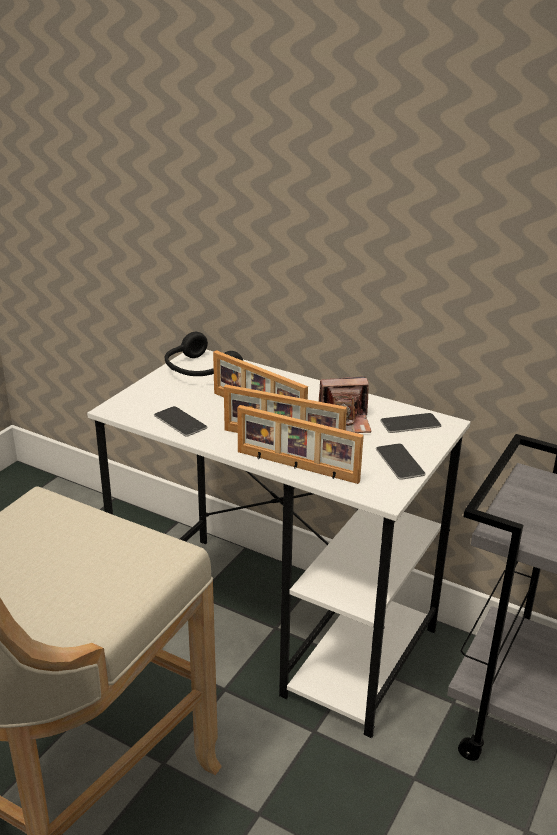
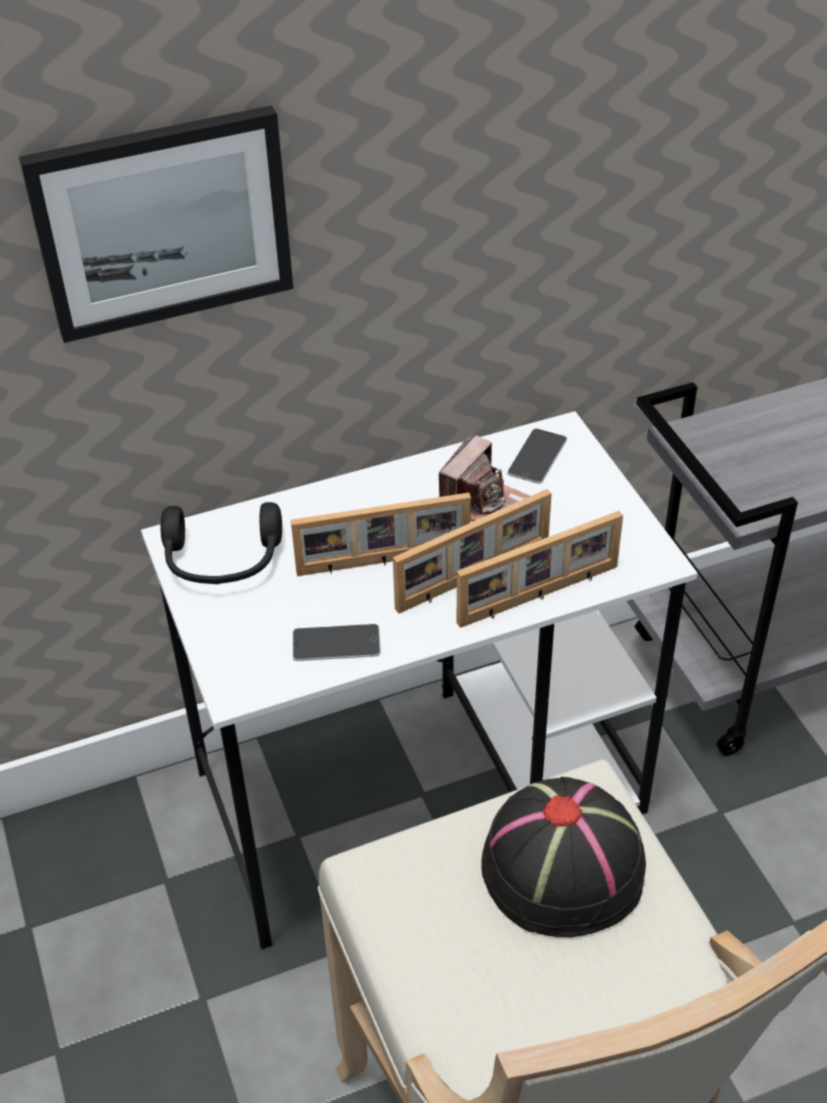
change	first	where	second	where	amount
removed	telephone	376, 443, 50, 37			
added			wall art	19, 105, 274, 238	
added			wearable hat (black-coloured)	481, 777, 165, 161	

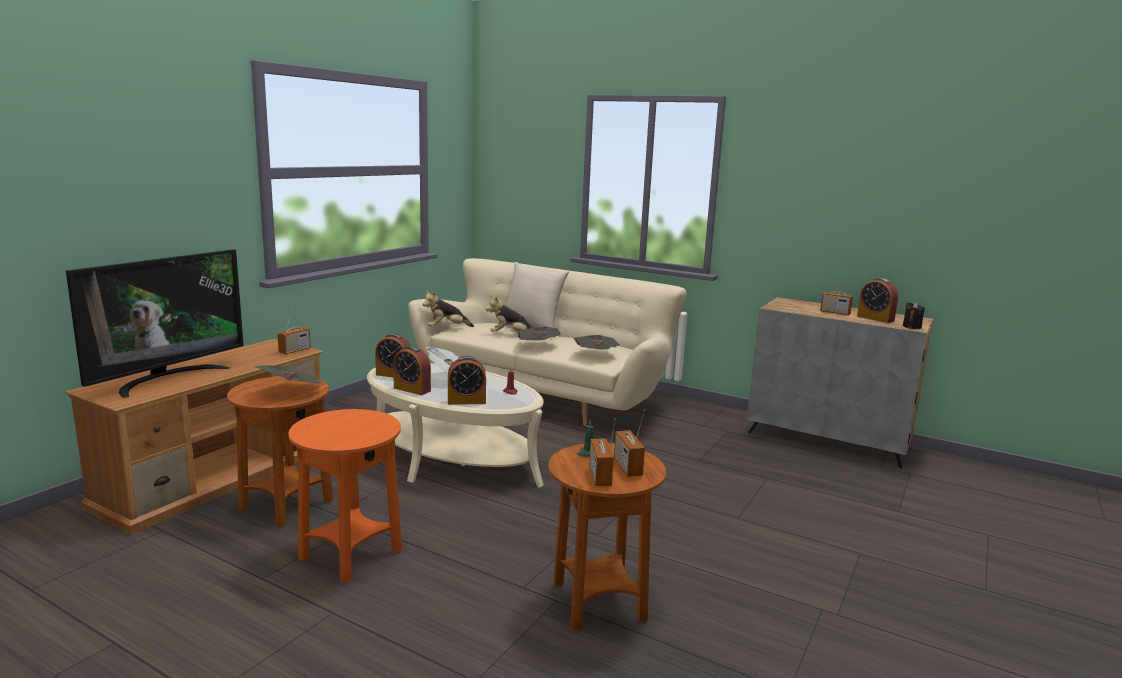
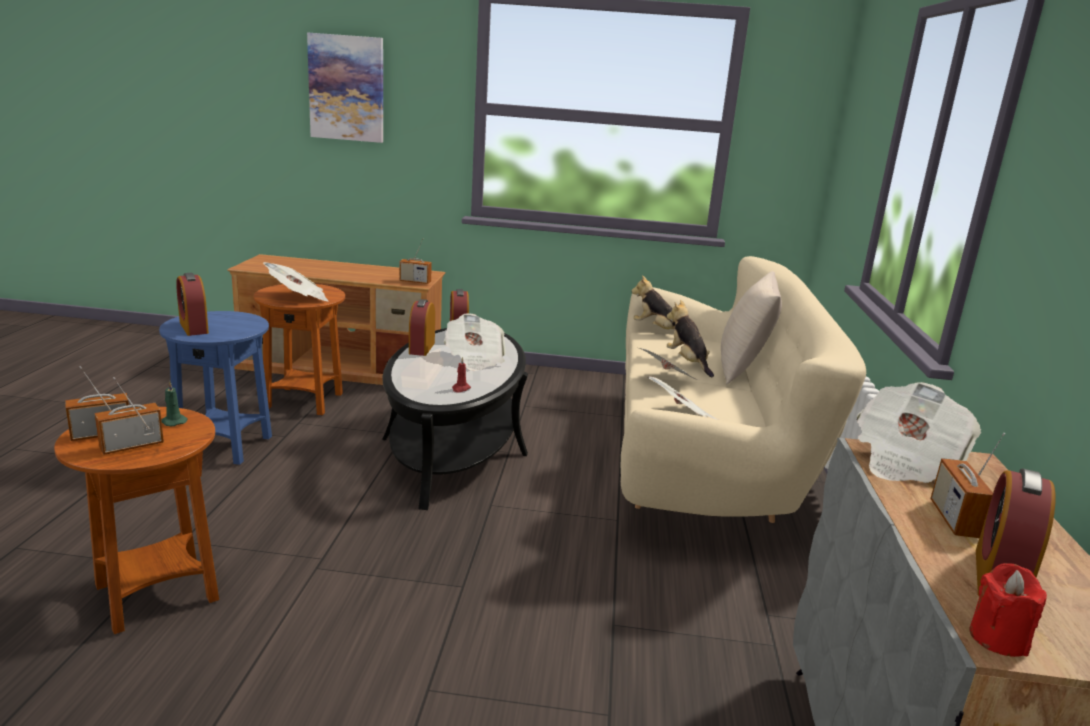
change	first	where	second	where	amount
removed	TV set	66, 249, 178, 149			
recoloured	candle (black-coloured)	903, 302, 22, 27	candle (red)	969, 563, 78, 94	
moved	alarm clock	448, 356, 38, 49		176, 273, 33, 63	
recoloured	low table (sand-coloured)	367, 363, 177, 125	low table (black-coloured)	382, 328, 146, 182	
recoloured	accent table (orange)	288, 409, 114, 174	accent table (blue-coloured)	159, 311, 113, 154	
added			wall art	307, 32, 76, 111	
added			printed paper	856, 382, 125, 101	

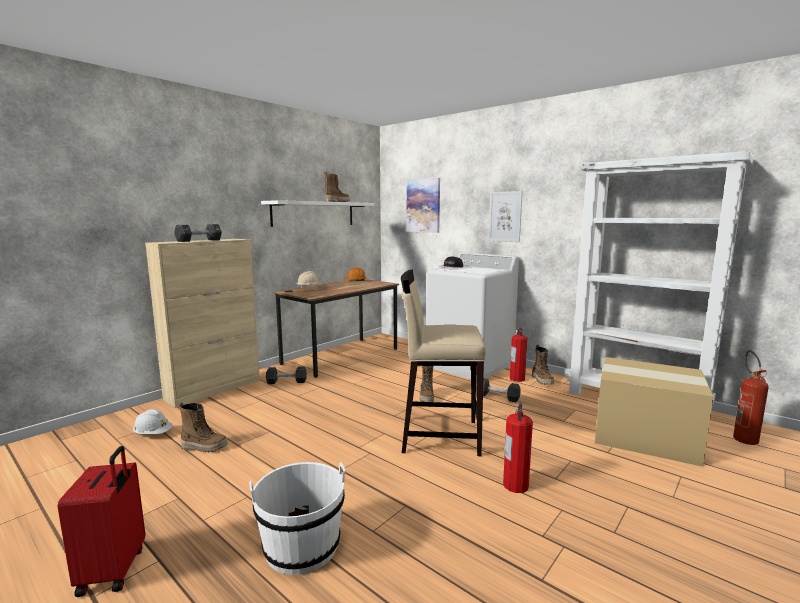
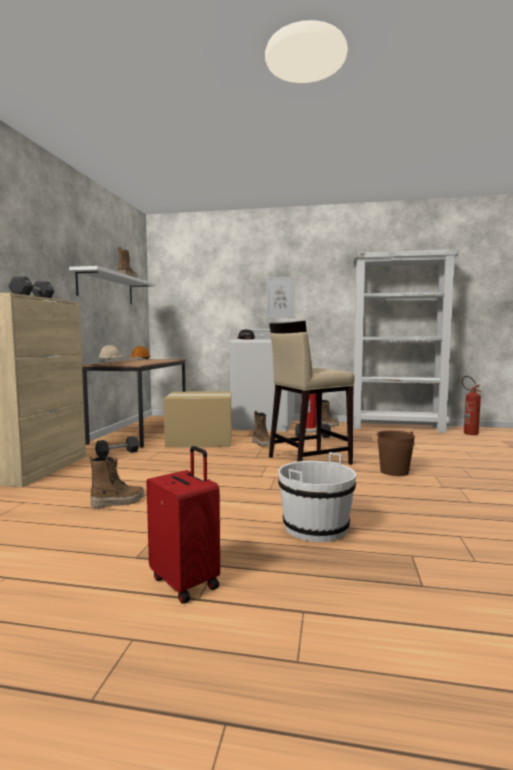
change	first	where	second	where	amount
removed	wall art	407, 178, 33, 55			
moved	carton	595, 357, 118, 110		164, 391, 68, 57	
replaced	fire extinguisher	503, 402, 30, 91	bucket (brownish)	376, 431, 39, 45	
removed	work helmet (white)	133, 409, 40, 25			

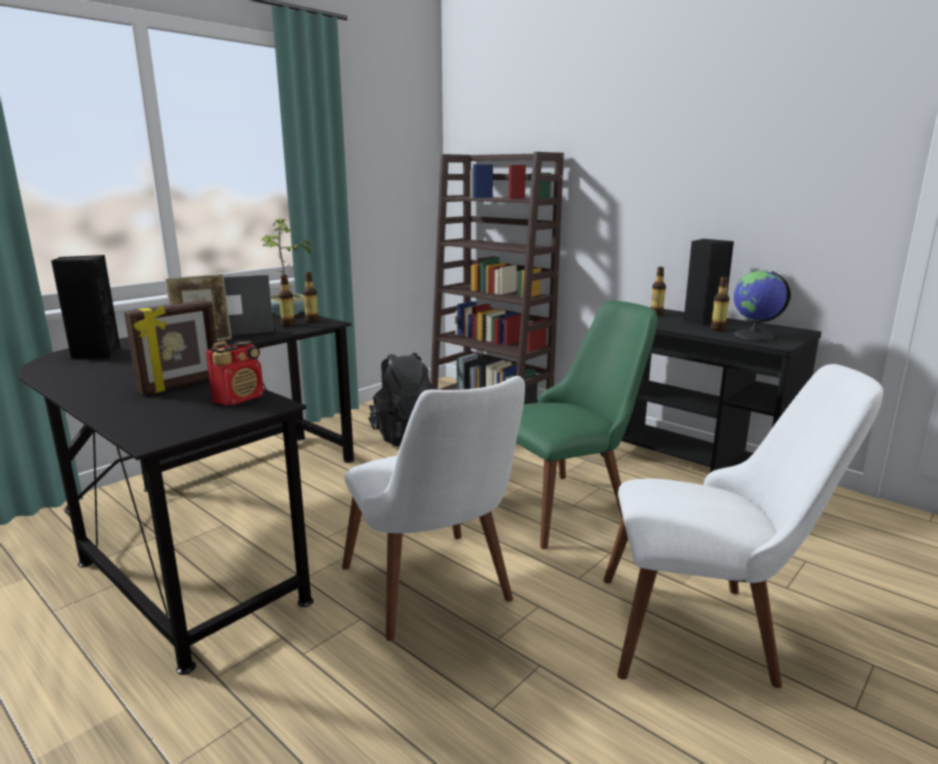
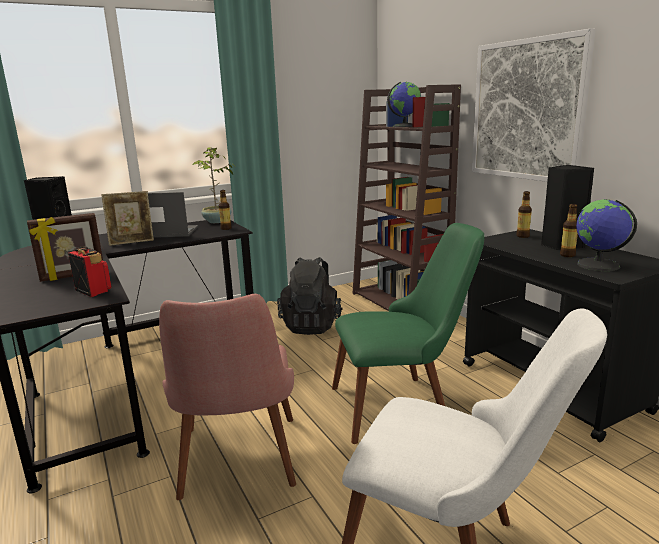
change	first	where	second	where	amount
removed	beverage bottle	279, 275, 17, 52			
turned	radio receiver	206, 340, 58, 66		68, 246, 43, 51	105 degrees counterclockwise
recoloured	upright chair (white)	342, 376, 183, 265	upright chair (pinkish)	159, 294, 137, 206	
added			wall art	472, 28, 124, 154	
added			world globe	387, 82, 34, 45	

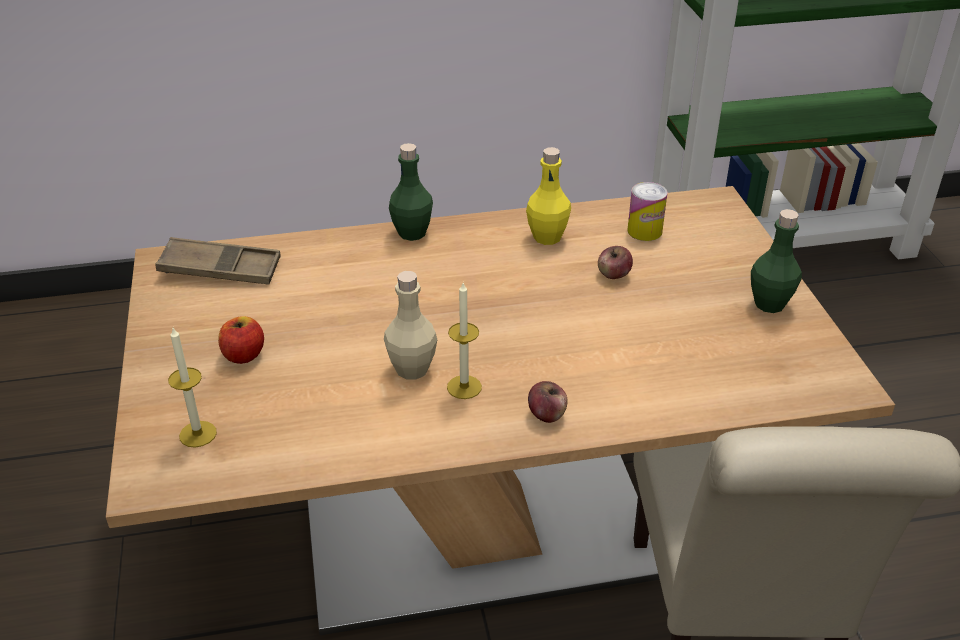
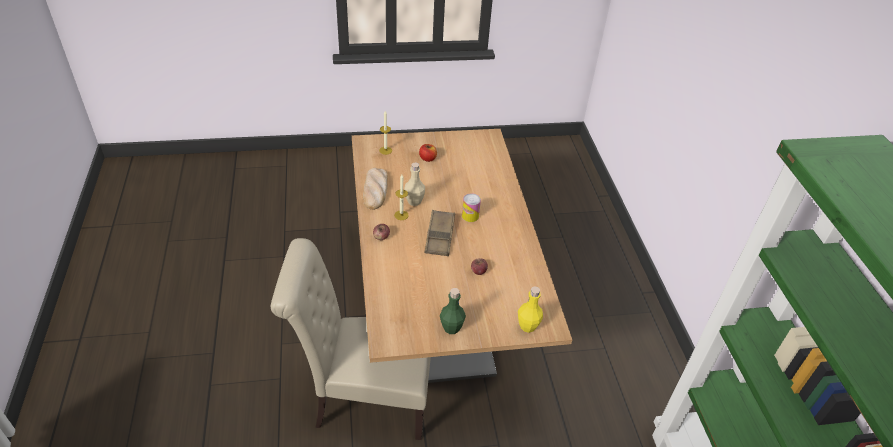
change	first	where	second	where	amount
removed	beverage bottle (green-coloured)	389, 143, 44, 98			
moved	beverage bottle (yellow-coloured)	526, 147, 45, 98		518, 286, 25, 47	
moved	sealed can	627, 182, 40, 59		462, 193, 19, 29	
moved	tray (brownish)	155, 237, 126, 48		424, 210, 31, 46	
added			bakery bread	363, 168, 25, 42	

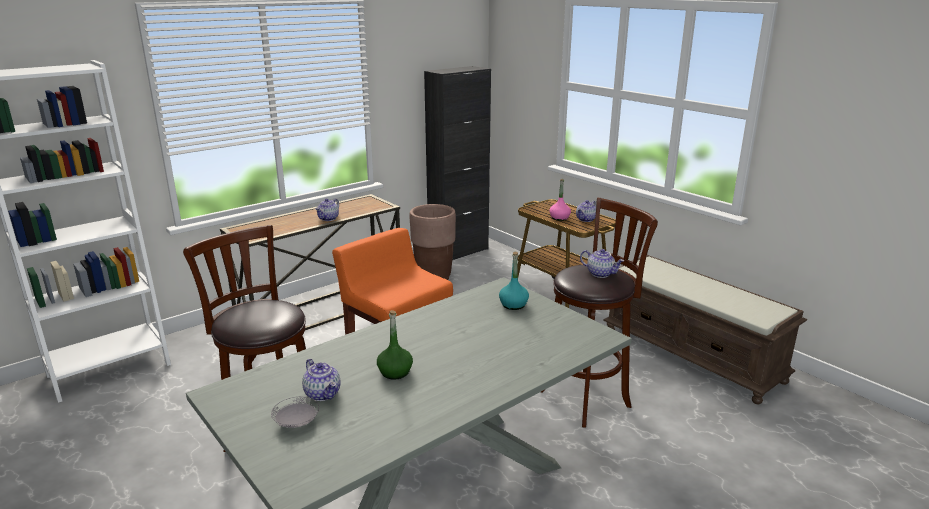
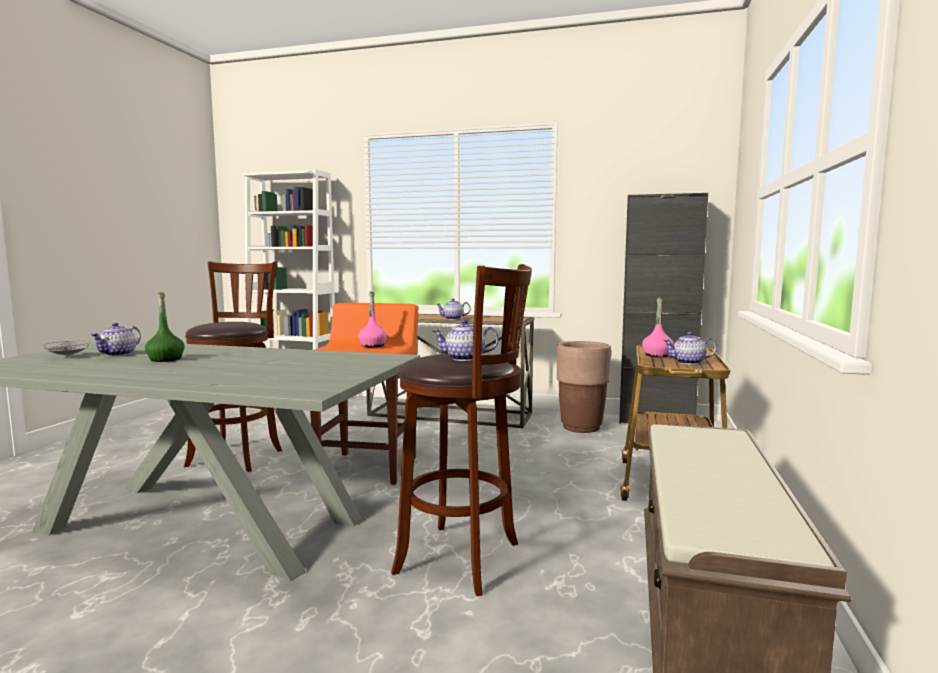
change	first	where	second	where	amount
turned	teapot	580, 249, 44, 29		432, 320, 67, 41	90 degrees clockwise
removed	beverage bottle (turquoise)	499, 252, 30, 58			
added			beverage bottle (pinkish)	358, 292, 29, 55	

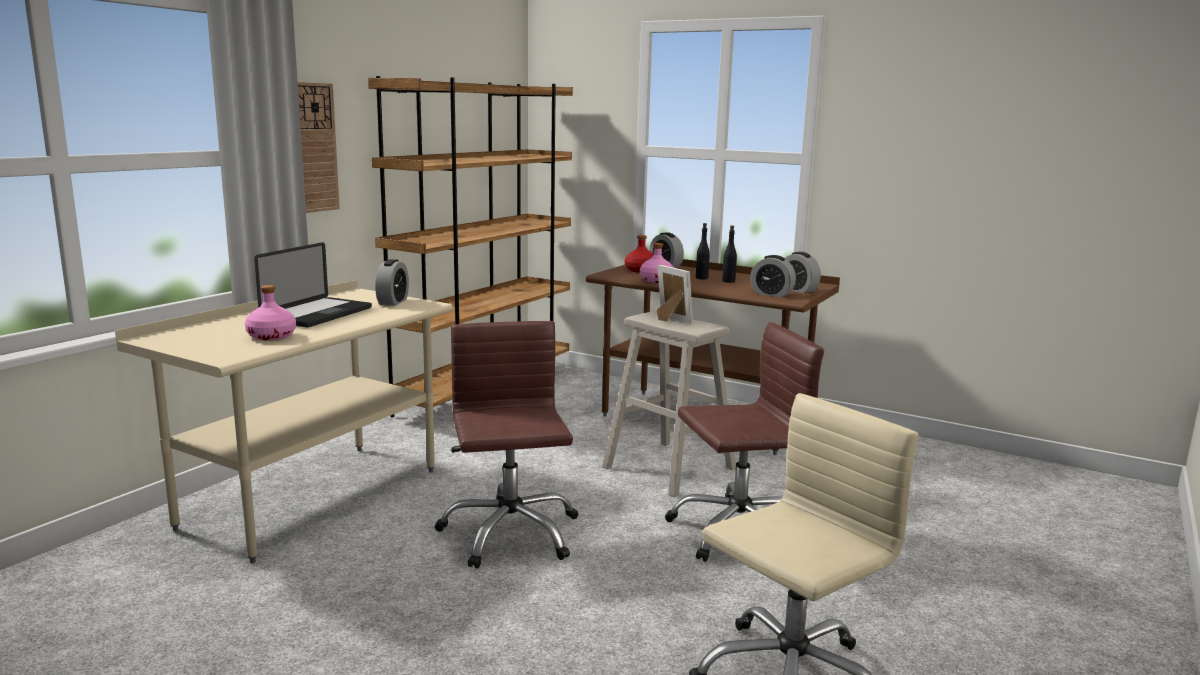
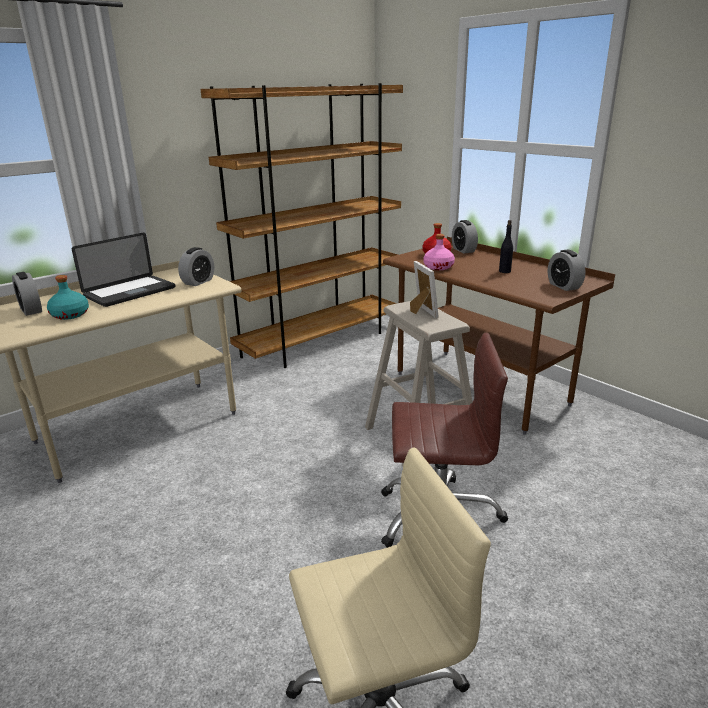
change	first	where	second	where	amount
removed	hanging clock	298, 82, 42, 131			
removed	beverage bottle (black-coloured)	696, 223, 14, 56			
moved	alarm clock	750, 255, 46, 42		12, 272, 30, 44	
recoloured	beverage bottle (pinkish)	245, 285, 51, 56	beverage bottle (turquoise)	47, 275, 42, 45	
removed	desk chair (brownish)	434, 321, 145, 248			

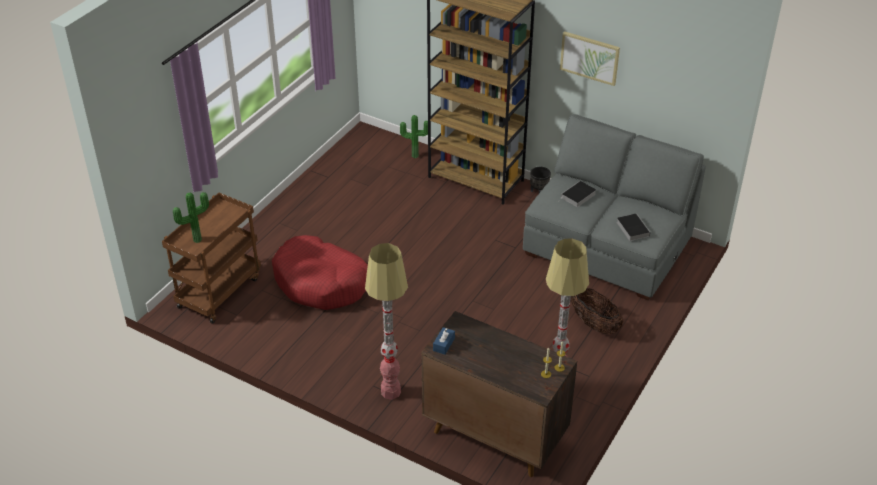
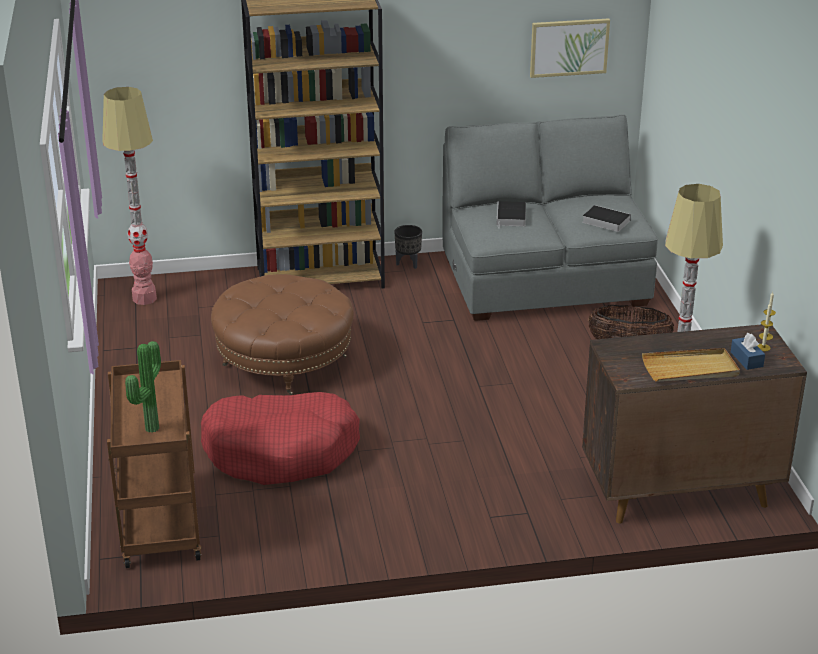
change	first	where	second	where	amount
moved	wall art	560, 31, 60, 55		530, 18, 80, 60	
removed	plant in a pot	400, 115, 28, 43			
moved	standard lamp	365, 243, 43, 157		102, 87, 55, 218	
moved	box of tissues (blue-coloured)	433, 327, 22, 28		731, 333, 34, 37	
added			pouffe (brownish)	211, 274, 143, 121	
added			tray (sand-coloured)	642, 348, 98, 34	

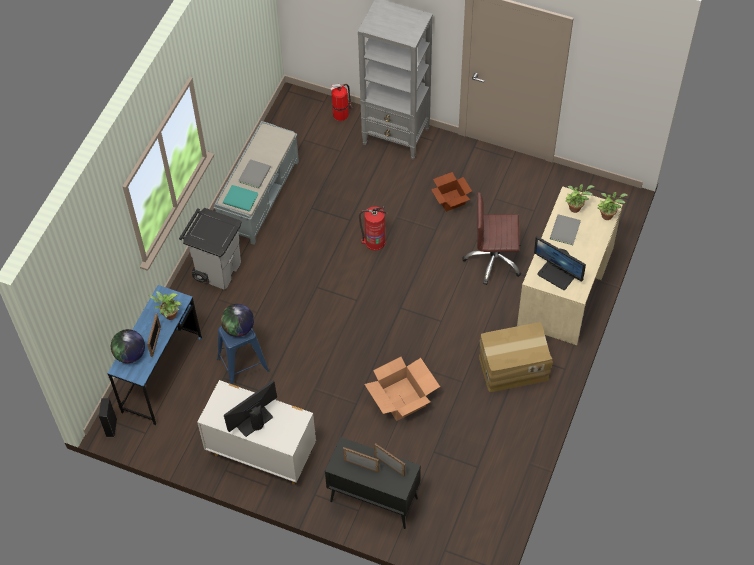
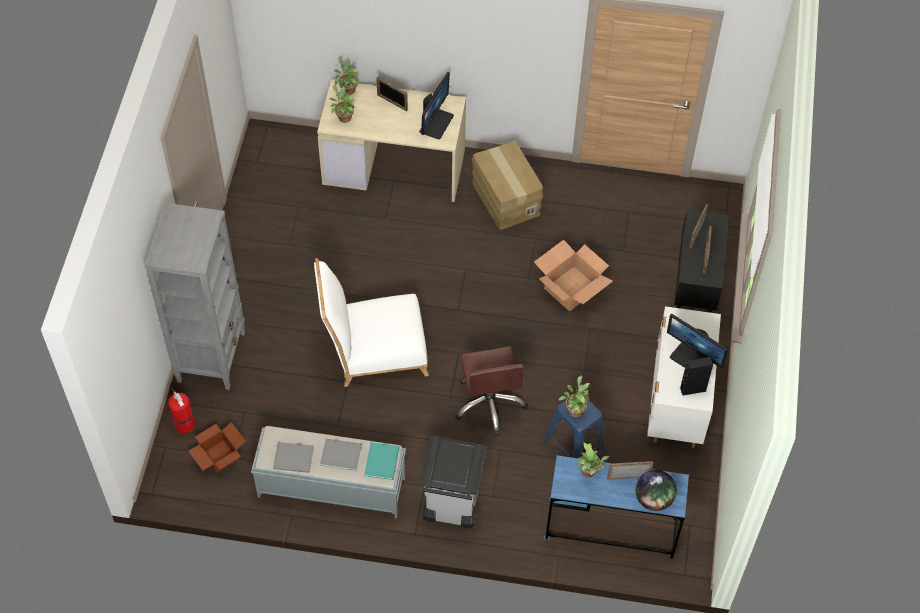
change	first	where	second	where	amount
moved	carton	431, 172, 41, 40		188, 422, 58, 51	
moved	desk chair (brownish)	462, 192, 59, 93		455, 346, 73, 89	
replaced	fire extinguisher	359, 206, 28, 45	upright chair (white)	314, 258, 115, 129	
moved	volume (grey)	550, 214, 31, 31		273, 442, 41, 31	
replaced	world globe	221, 304, 33, 33	plant in a pot	559, 375, 31, 42	
moved	loudspeaker (black-coloured)	99, 398, 18, 39		680, 357, 33, 39	
added			photo frame	376, 77, 32, 34	

